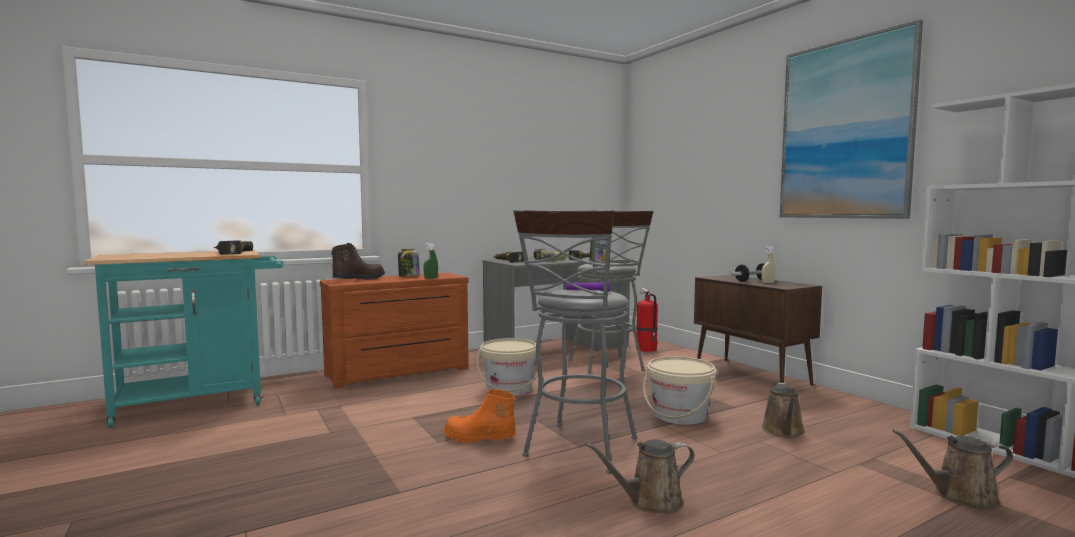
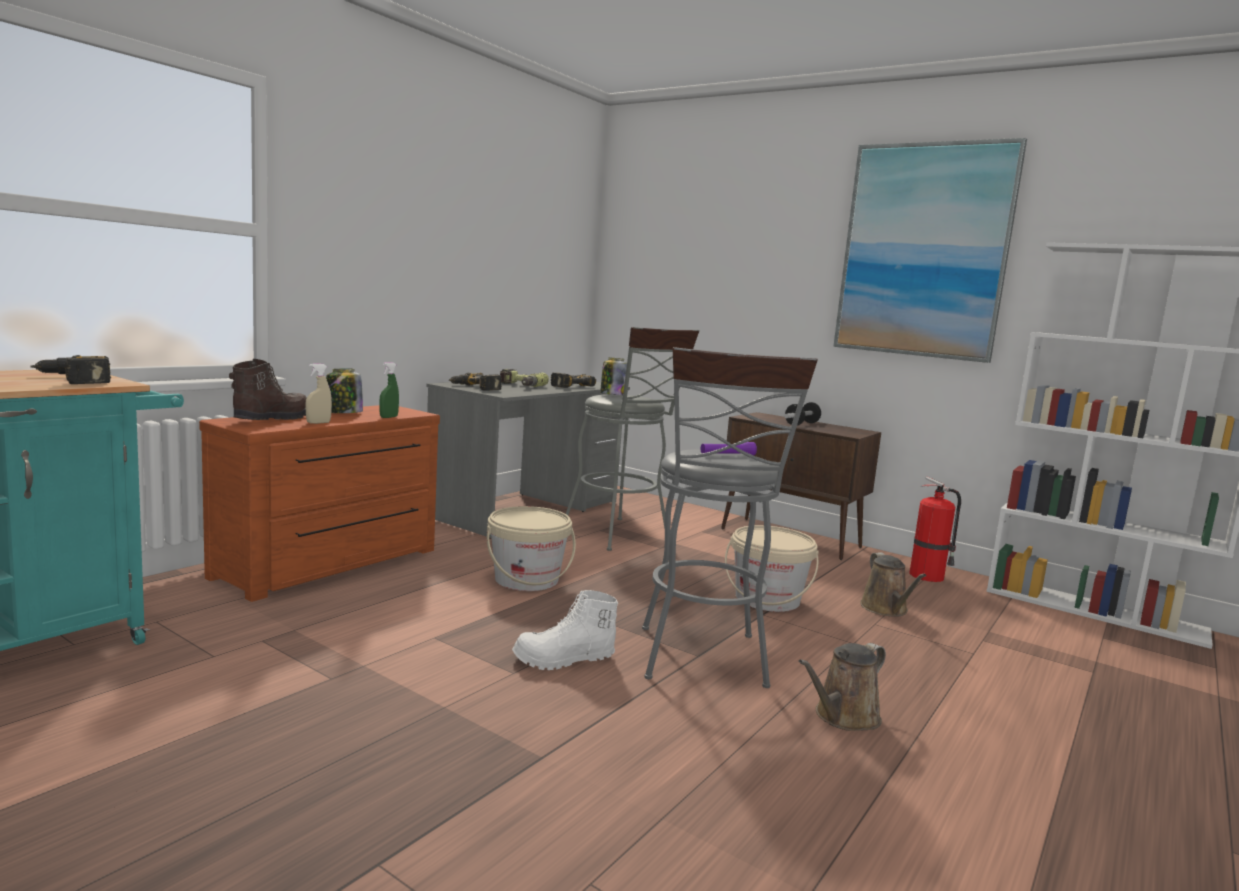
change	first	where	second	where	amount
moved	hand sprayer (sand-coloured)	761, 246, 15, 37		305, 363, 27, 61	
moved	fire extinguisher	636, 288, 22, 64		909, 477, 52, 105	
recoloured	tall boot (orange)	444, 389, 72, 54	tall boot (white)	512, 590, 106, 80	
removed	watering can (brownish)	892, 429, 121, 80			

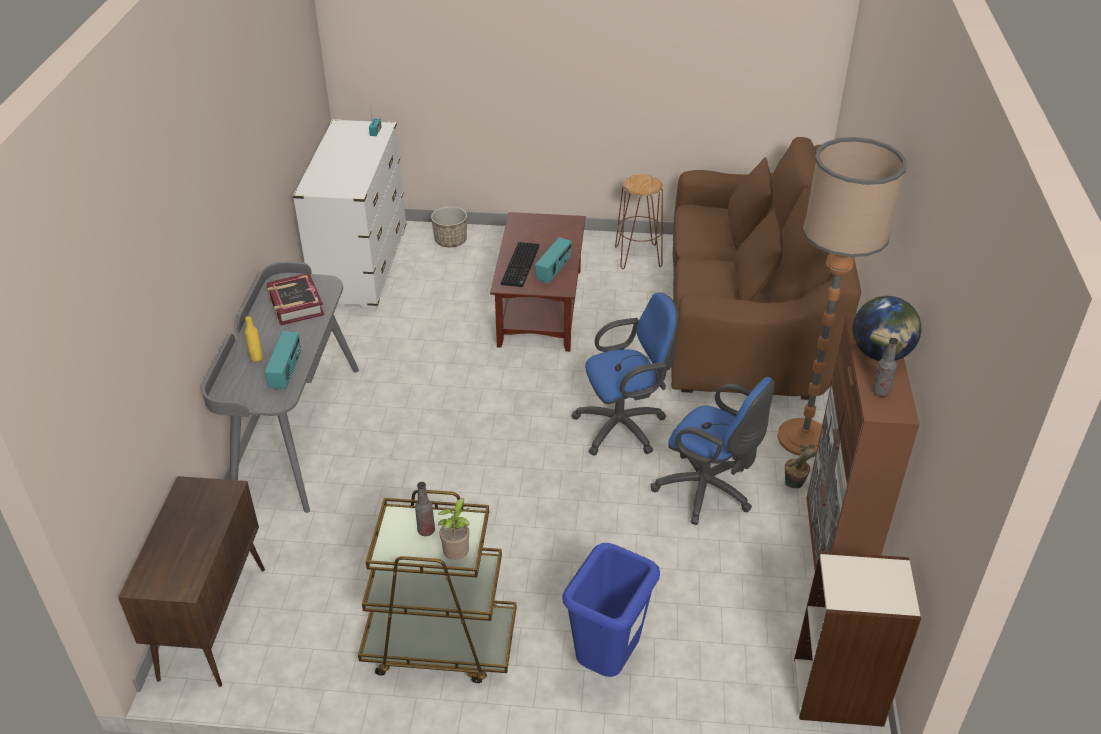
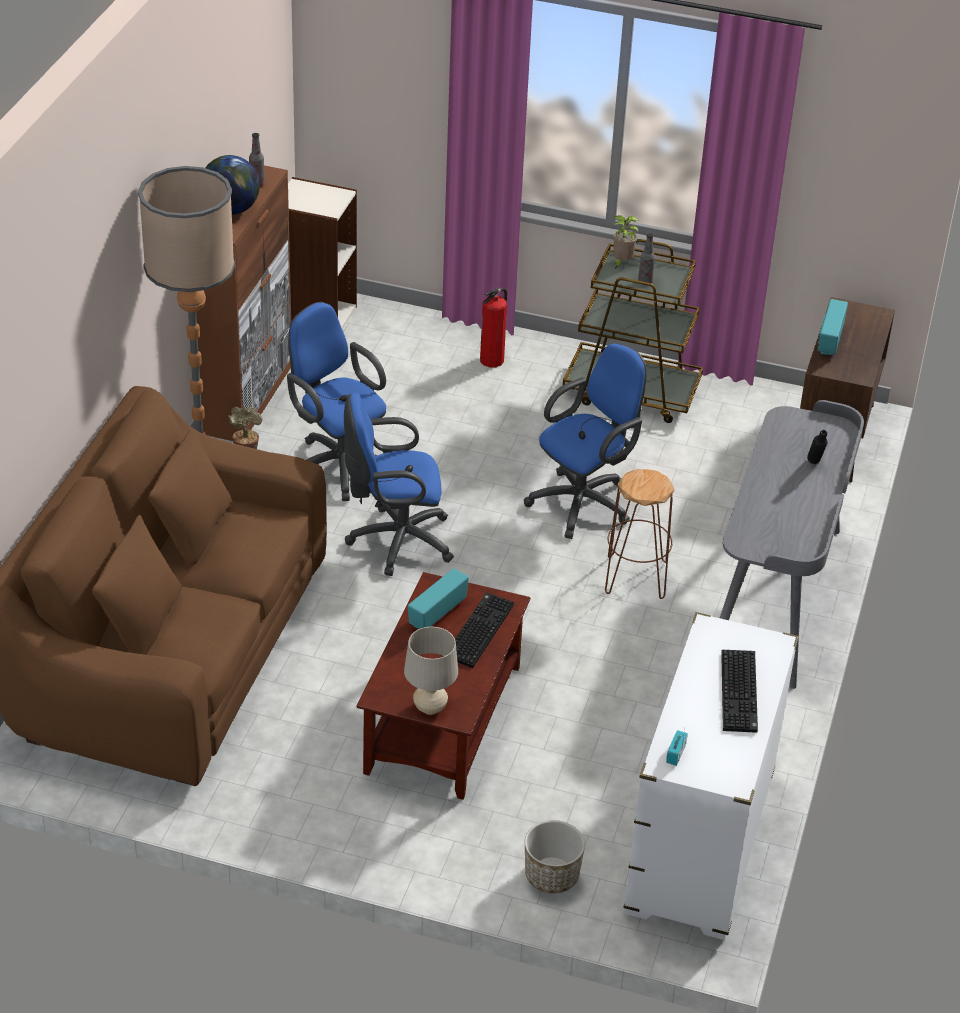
change	first	where	second	where	amount
moved	stool seat (brownish)	615, 175, 48, 94		605, 469, 70, 130	
removed	volume	267, 273, 57, 52			
recoloured	beverage bottle (yellow-coloured)	245, 315, 18, 47	beverage bottle (black-coloured)	807, 430, 21, 34	
moved	radio receiver	265, 331, 36, 59		818, 299, 30, 56	
replaced	trash can (blue-coloured)	562, 543, 98, 134	fire extinguisher	480, 287, 28, 80	
added			desk chair (blue-coloured)	524, 343, 122, 196	
added			lamp for a table (sand-coloured)	404, 627, 54, 88	
added			keyboard	721, 650, 37, 83	

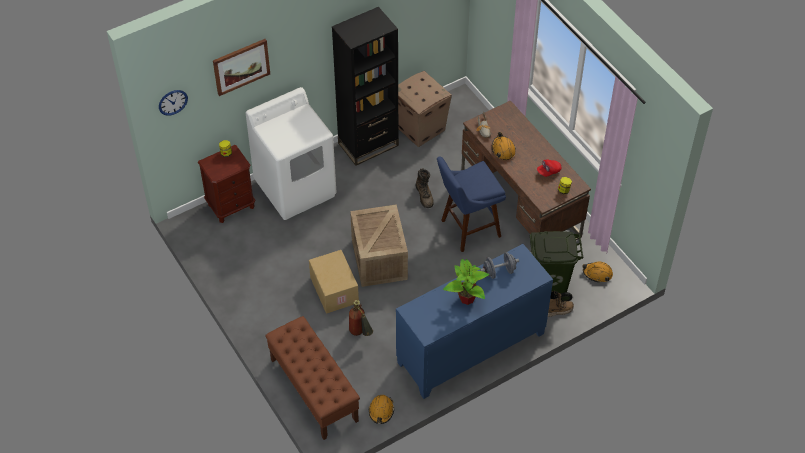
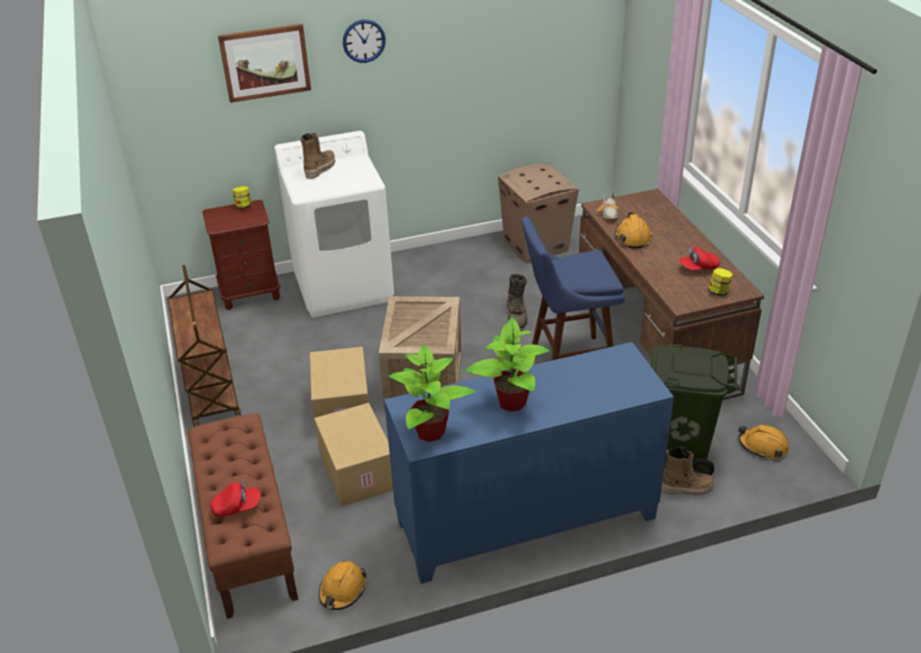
change	first	where	second	where	amount
removed	bookcase (black-coloured)	332, 7, 67, 159			
moved	hanging clock	159, 90, 29, 26		343, 20, 43, 43	
removed	dumbbell (grey)	480, 252, 39, 27			
replaced	fire extinguisher	349, 300, 24, 36	carton	314, 403, 79, 103	
added			tall boot	300, 133, 35, 46	
added			trolley (brownish)	168, 265, 73, 162	
added			plant in a pot	389, 345, 88, 97	
added			peaked cap (red)	210, 480, 51, 37	

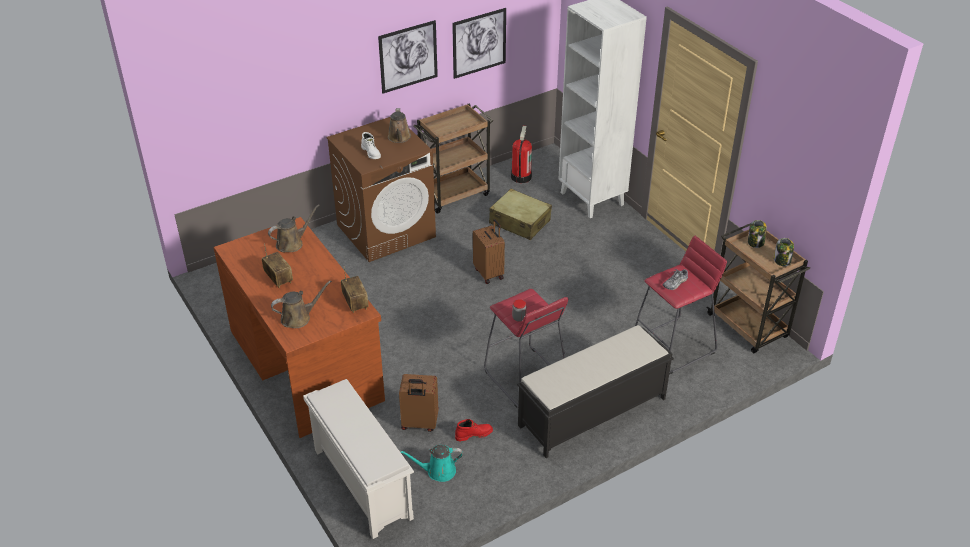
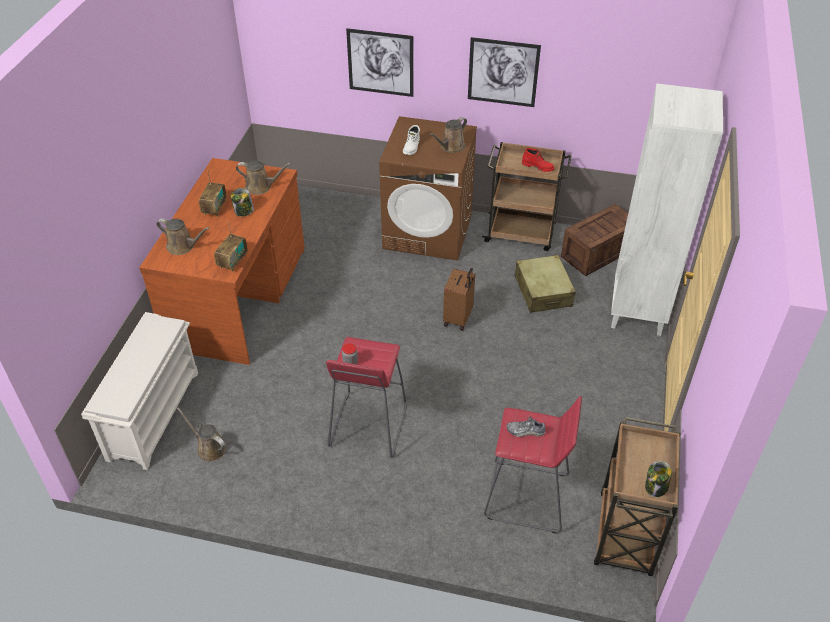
change	first	where	second	where	amount
moved	wall art	452, 8, 54, 71		346, 28, 67, 69	
replaced	fire extinguisher	511, 126, 21, 57	shipping crate	561, 204, 67, 72	
moved	preserve jar	748, 220, 19, 28		231, 188, 23, 29	
removed	long seat (black-coloured)	517, 325, 157, 133			
removed	piece of luggage (brownish)	399, 374, 39, 58			
moved	tall boot (red)	455, 419, 38, 23		522, 148, 33, 24	
recoloured	watering can (turquoise)	400, 445, 63, 37	watering can (brownish)	177, 407, 49, 55	

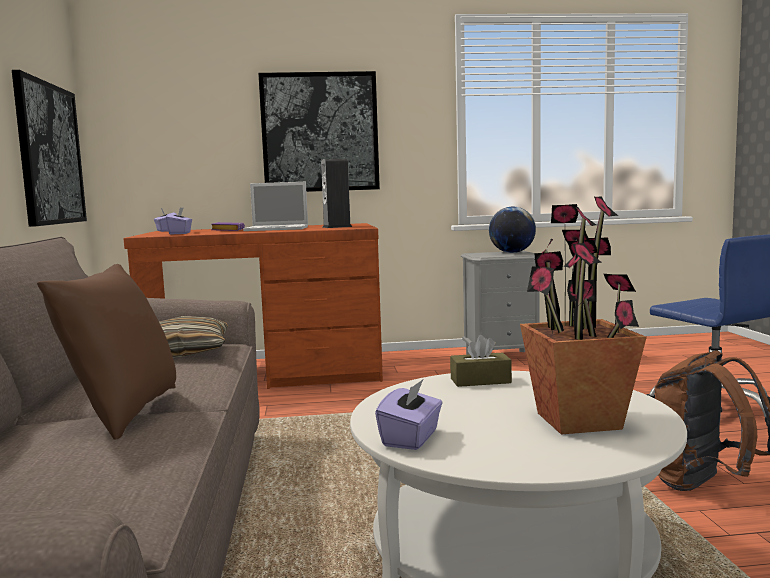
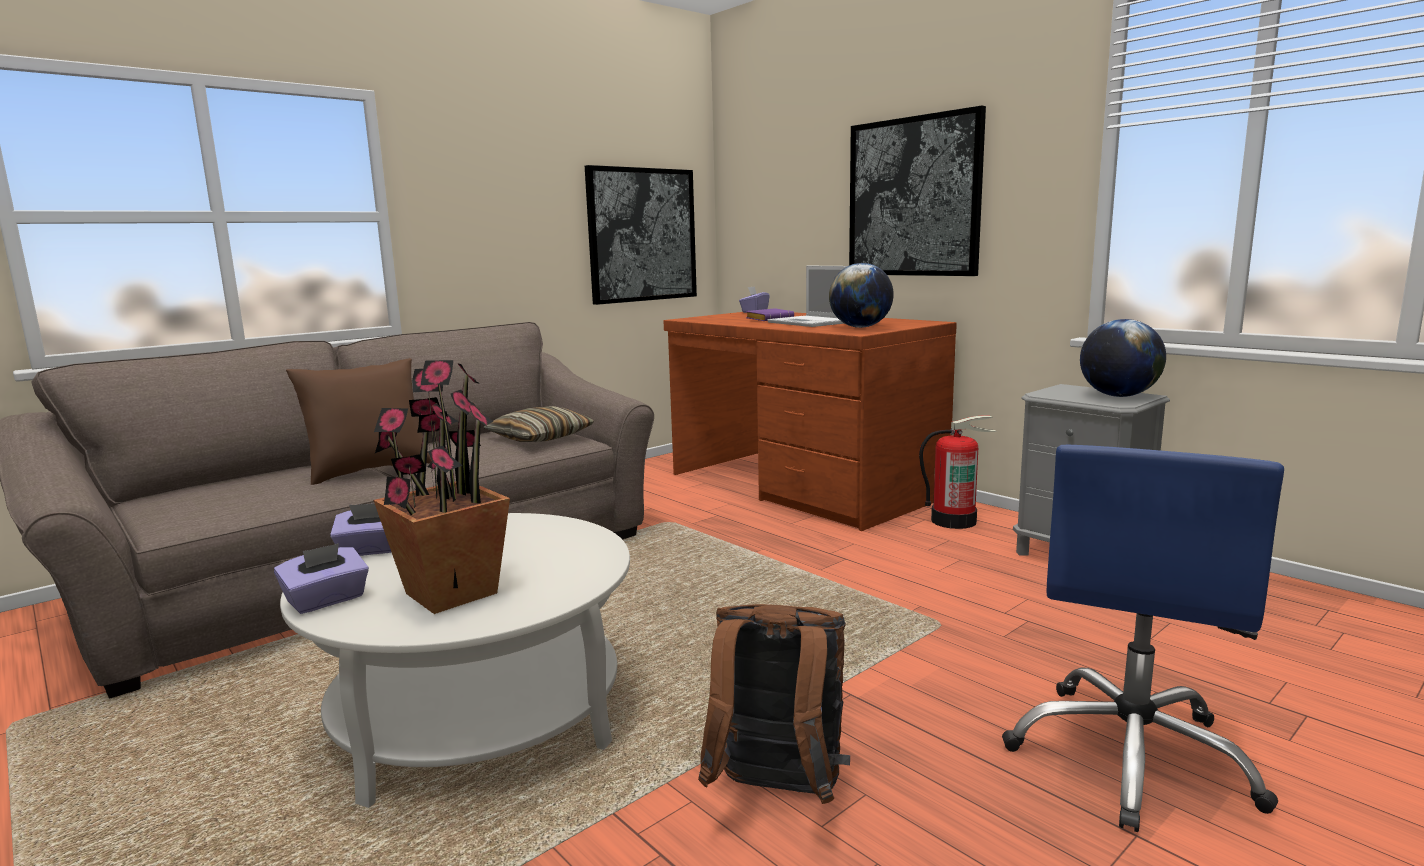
change	first	where	second	where	amount
replaced	loudspeaker	321, 159, 31, 69	world globe	829, 263, 65, 65	
moved	box of tissues (purplish)	165, 208, 27, 27		274, 543, 95, 71	
removed	box of tissues (brownish)	450, 335, 62, 52			
added			fire extinguisher	919, 415, 77, 114	

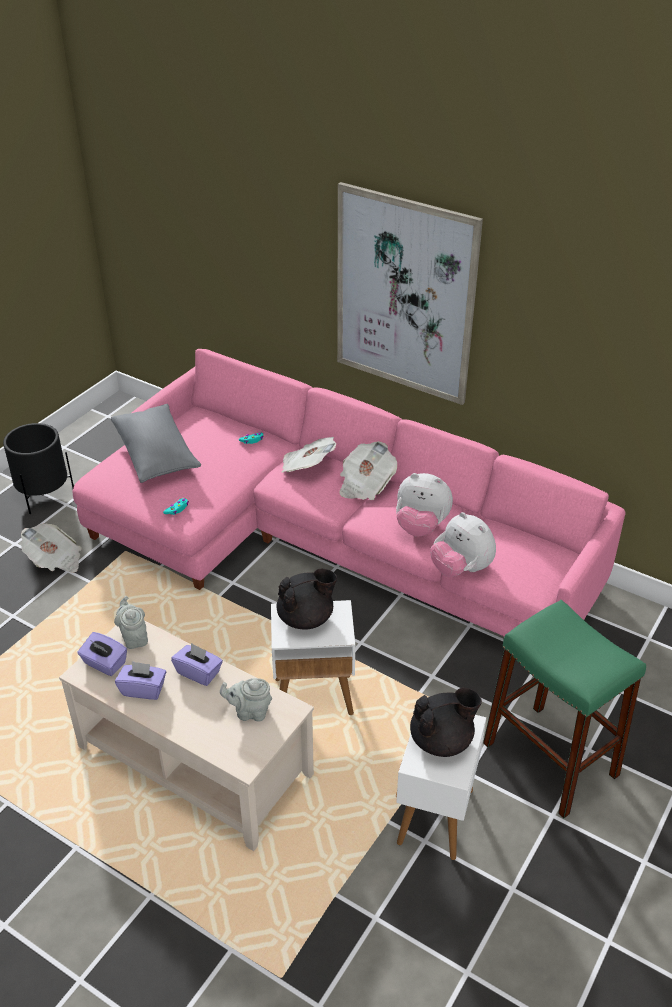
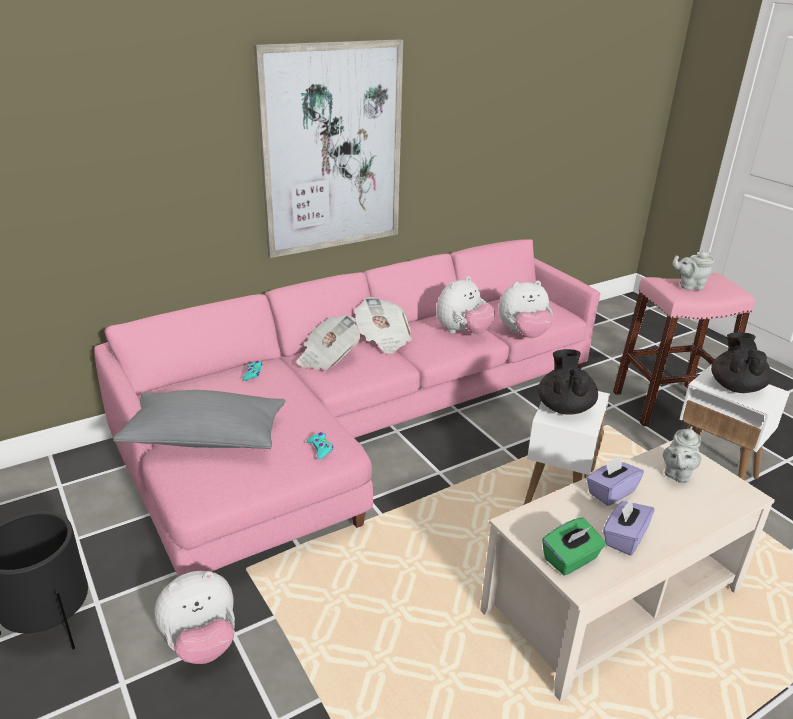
change	first	where	second	where	amount
replaced	printed paper	21, 524, 61, 49	cuddly toy	154, 571, 81, 93	
moved	teapot (grey)	114, 596, 34, 53		672, 251, 42, 39	
recoloured	stool seat (green-coloured)	483, 600, 163, 218	stool seat (pinkish)	613, 273, 142, 154	
recoloured	box of tissues (purplish)	77, 632, 50, 44	box of tissues (green-coloured)	542, 518, 64, 58	

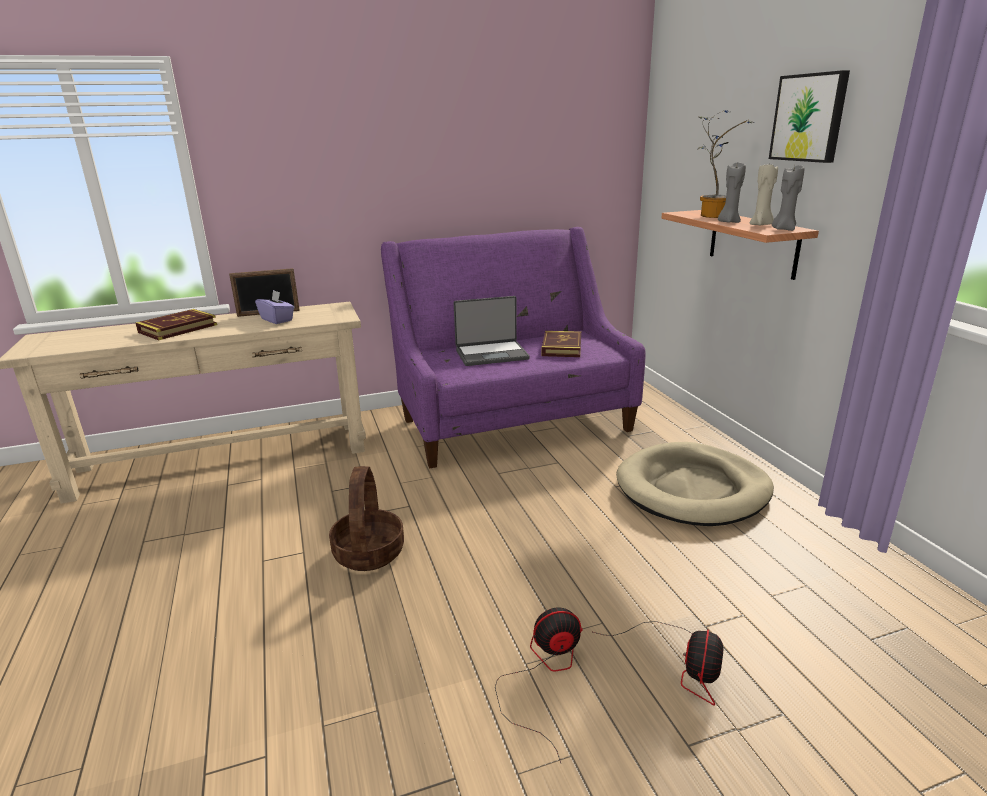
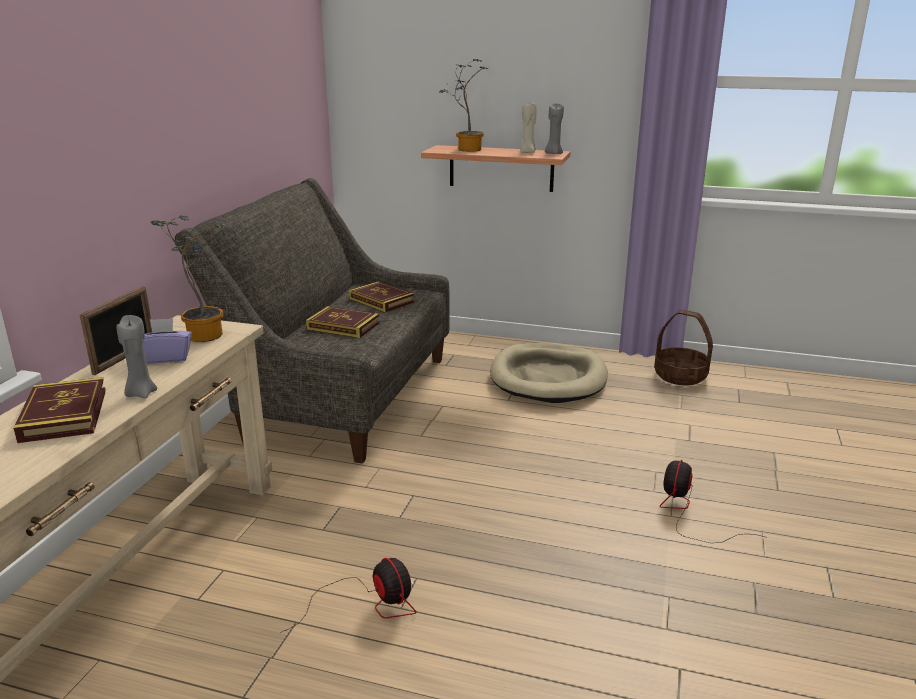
change	first	where	second	where	amount
removed	wall art	769, 70, 81, 93			
moved	candle (grey)	718, 162, 28, 61		116, 315, 41, 83	
recoloured	settee (purplish)	381, 227, 264, 241	settee (grey)	175, 178, 275, 286	
replaced	laptop	454, 296, 76, 70	volume	306, 306, 74, 32	
moved	storage basket	329, 466, 75, 105		654, 310, 59, 75	
moved	cooling fan	593, 621, 130, 85		280, 558, 137, 75	
added			plant in a pot	151, 215, 76, 127	

